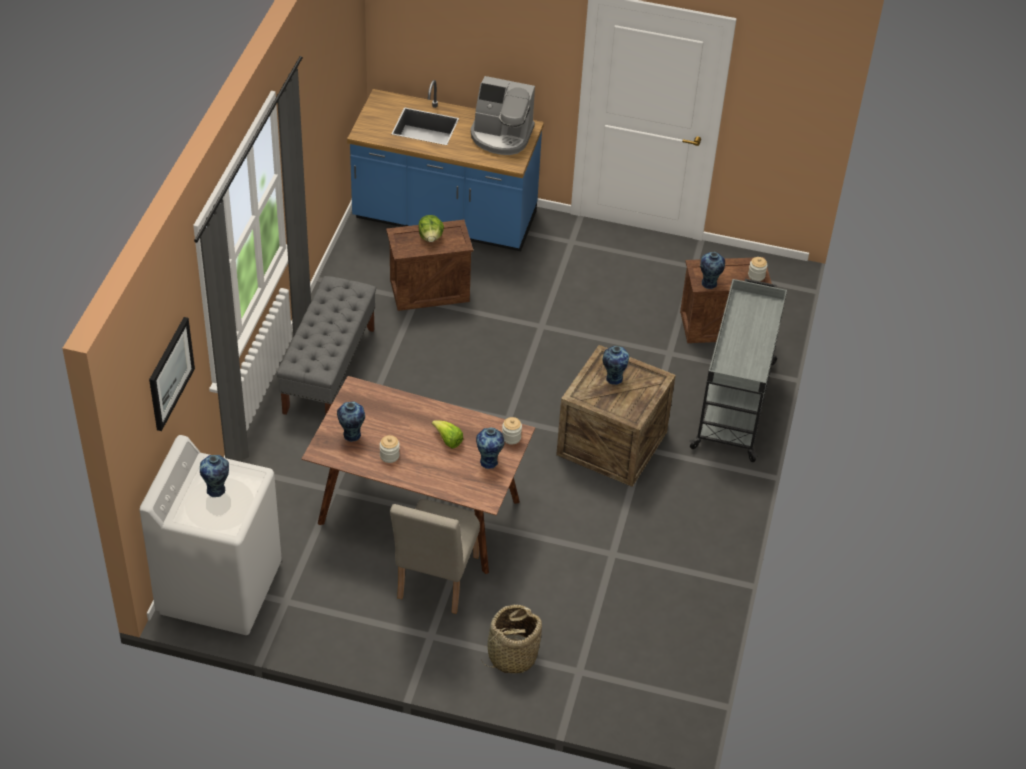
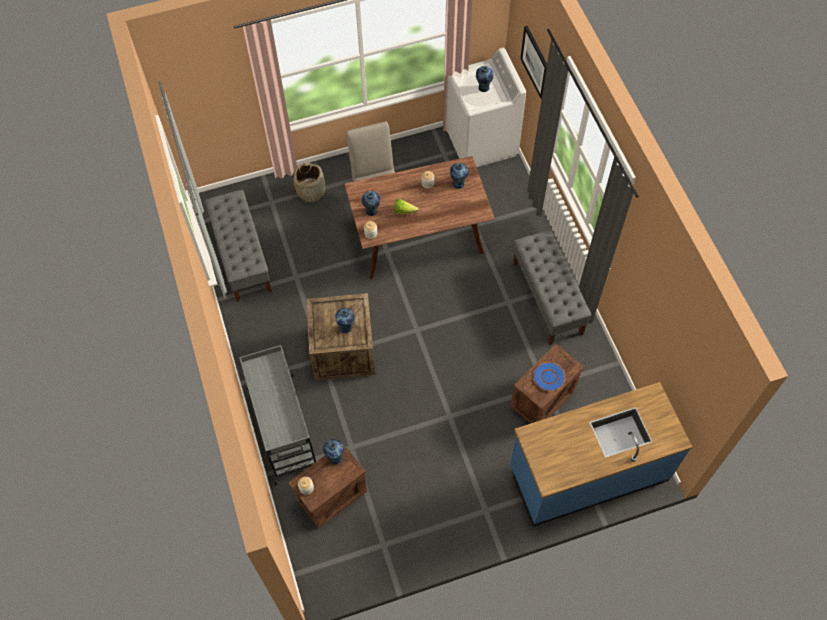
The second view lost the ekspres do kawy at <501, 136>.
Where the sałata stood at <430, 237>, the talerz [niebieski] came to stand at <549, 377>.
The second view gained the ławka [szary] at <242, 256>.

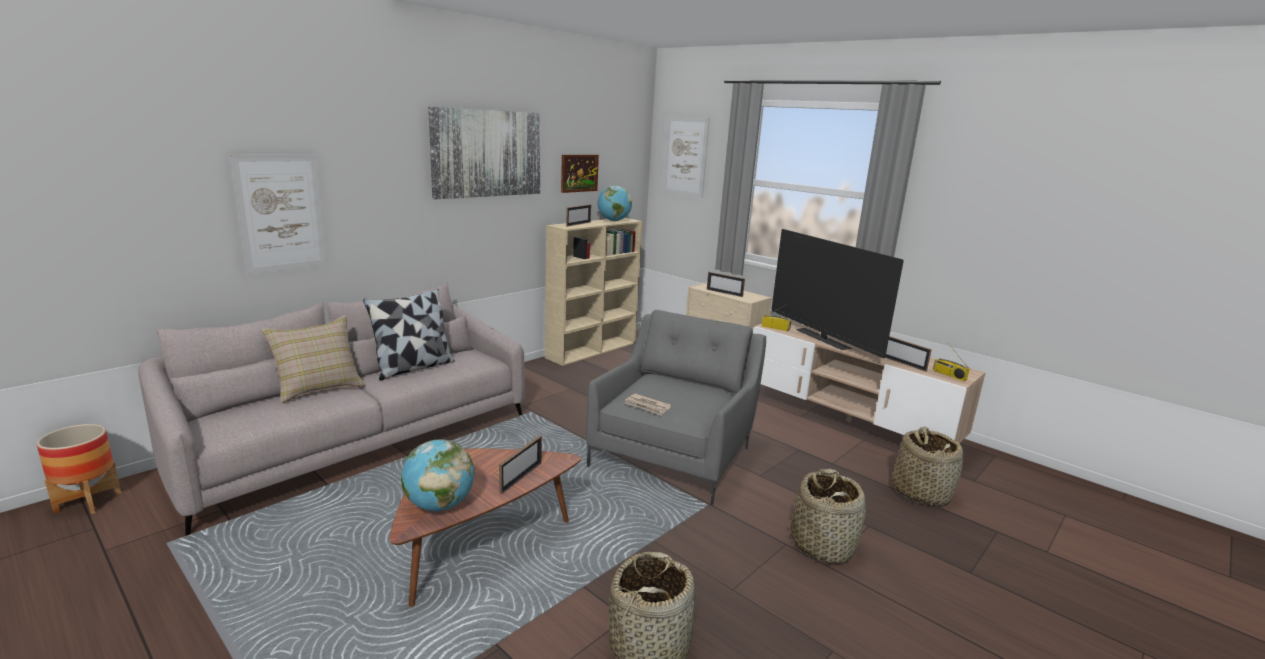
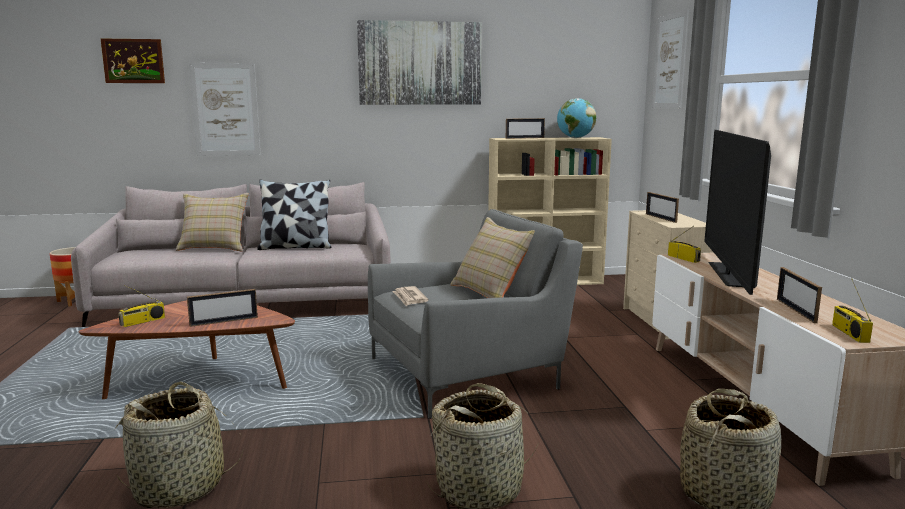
The obraz ended up elsewhere, having gone from <579, 173> to <133, 61>.
Where the globus stood at <439, 505>, the radio came to stand at <142, 322>.
The second view gained the poduszka [beżowy] at <492, 293>.

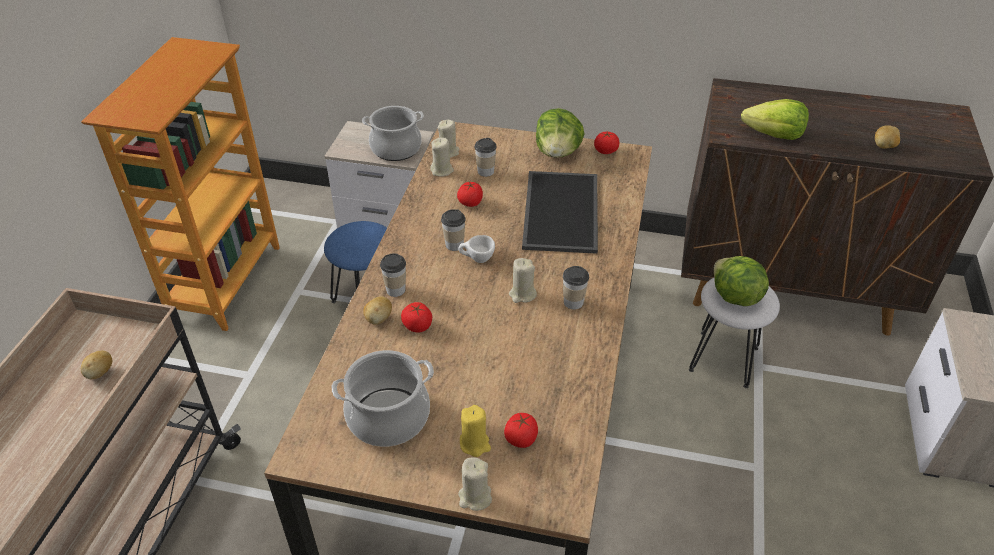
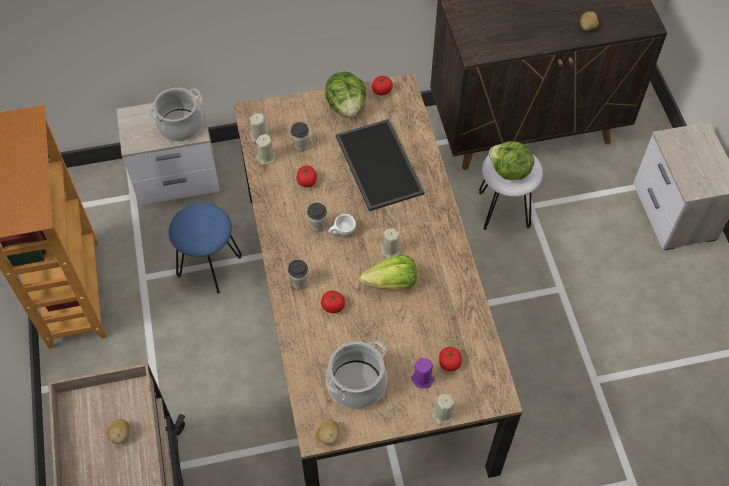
The sałata ended up elsewhere, having gone from <774, 135> to <391, 283>.
The second view lost the filiżanka at <573, 302>.
The ziemniak ended up elsewhere, having gone from <379, 319> to <328, 435>.
What was the świeca [żółty] at <475, 444> turned into the świeca [fioletowy] at <422, 379>.

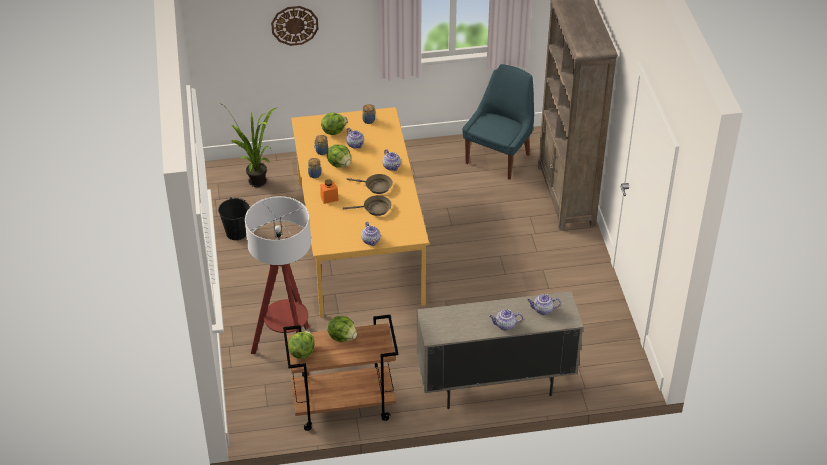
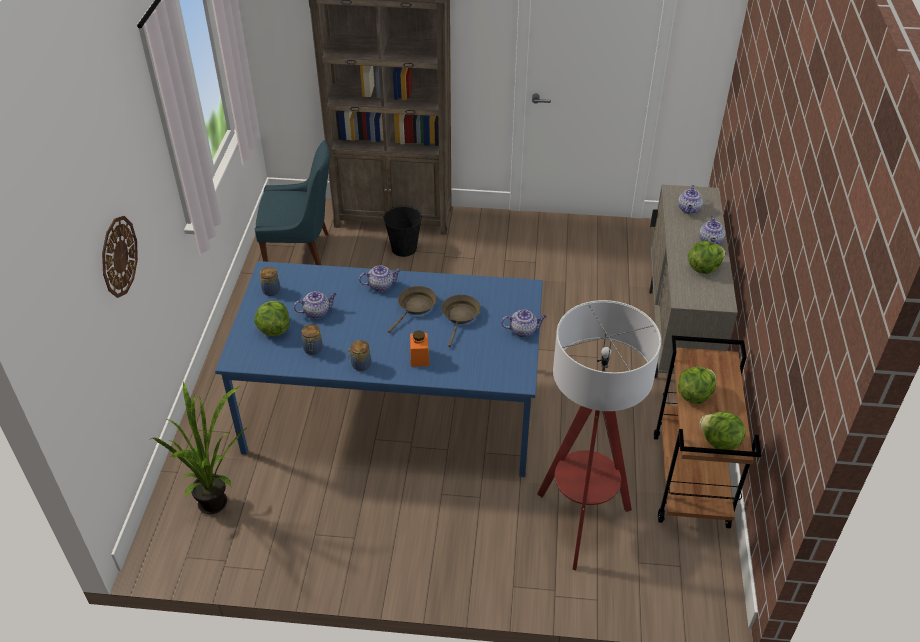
The krzesło [niebieski] at <499, 157> ended up facing another way, 135 degrees clockwise from before.
What was the stół jadalny [pomarańczowy] at <360, 241> turned into the stół jadalny [niebieski] at <393, 408>.
The sałata ended up elsewhere, having gone from <339, 164> to <703, 267>.
The wiadro [czarny] ended up elsewhere, having gone from <236, 233> to <404, 248>.

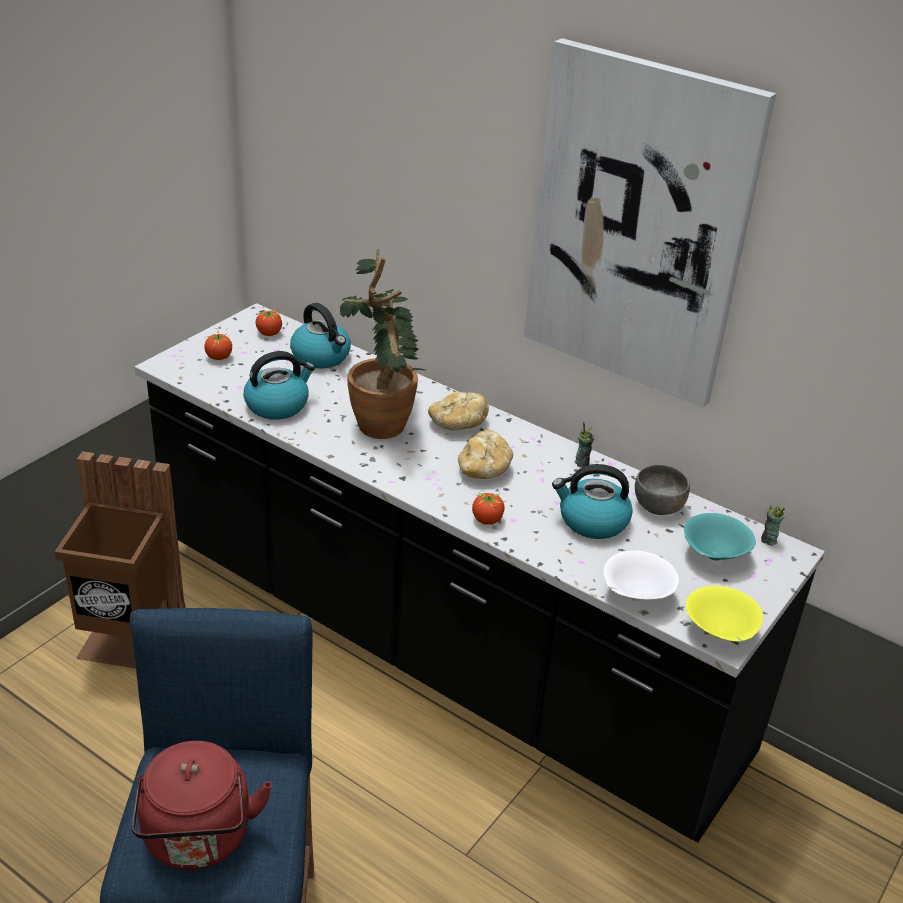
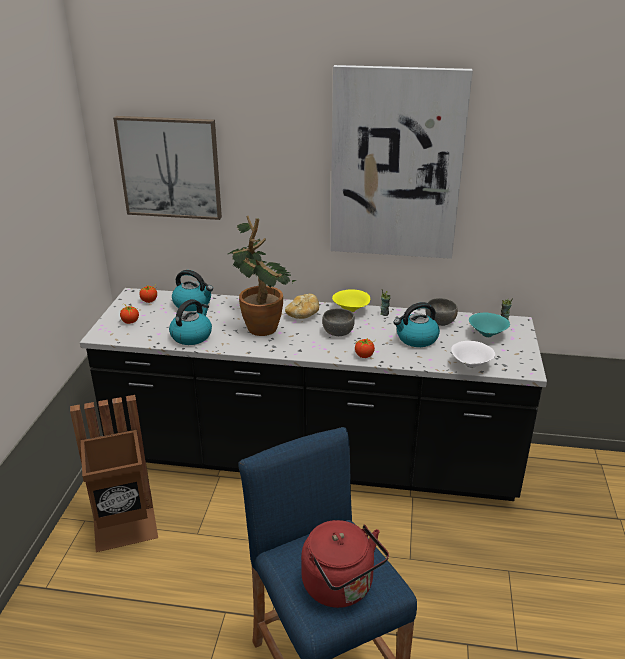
Where the chleb stood at <484, 469>, the miska [szary] came to stand at <338, 332>.
The miska [żółty] ended up elsewhere, having gone from <719, 633> to <351, 311>.
The second view gained the obraz at <170, 167>.

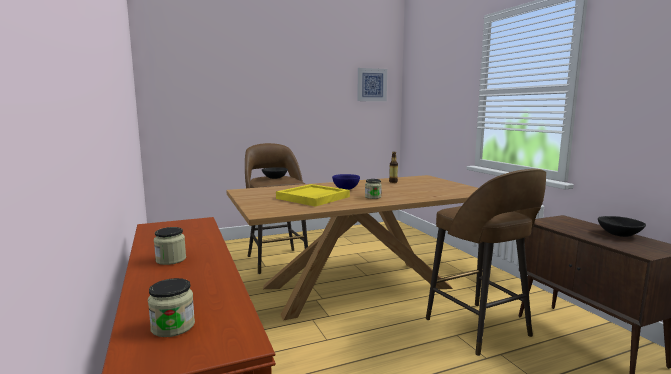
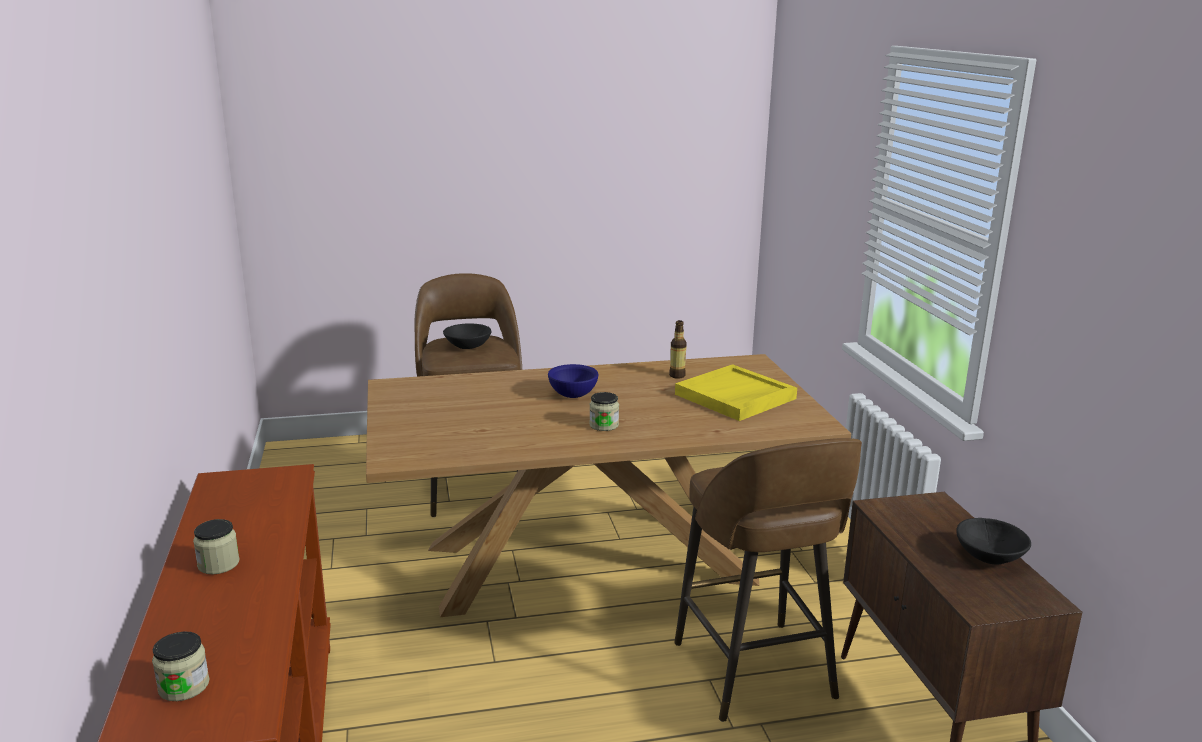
The second view lost the obraz at <371, 85>.
The taca [żółty] ended up elsewhere, having gone from <313, 198> to <735, 397>.

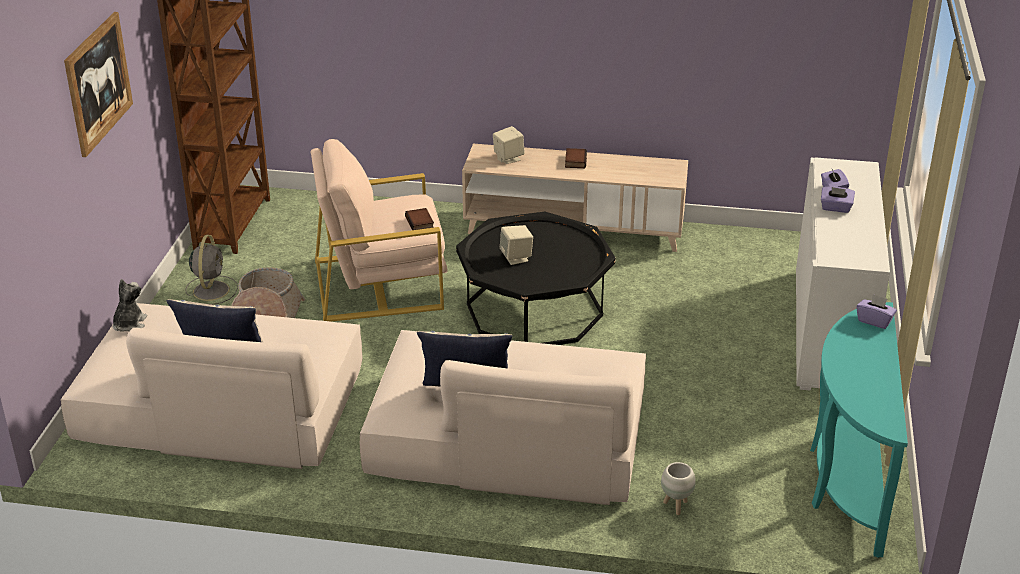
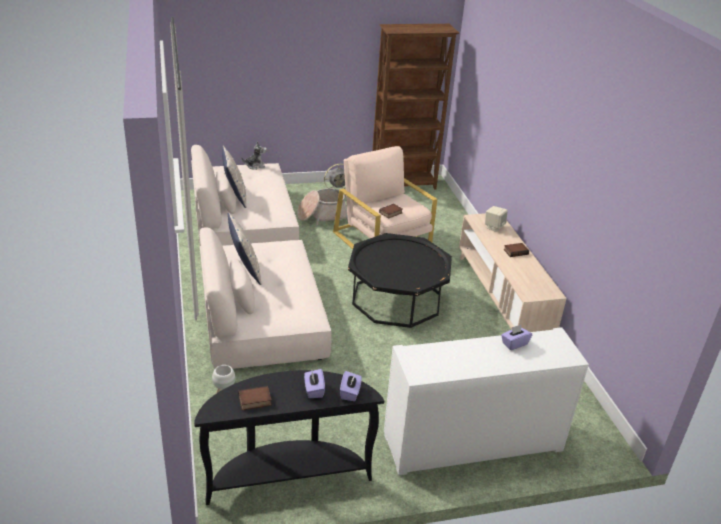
The second view lost the obraz at <98, 83>.
The pudełko chusteczek [fioletowy] ended up elsewhere, having gone from <835, 208> to <314, 390>.
The second view lost the głośnik [beżowy] at <516, 258>.
What was the stolik konsolowy [turkusowy] at <846, 480> turned into the stolik konsolowy [czarny] at <287, 475>.
The second view gained the książka at <254, 401>.

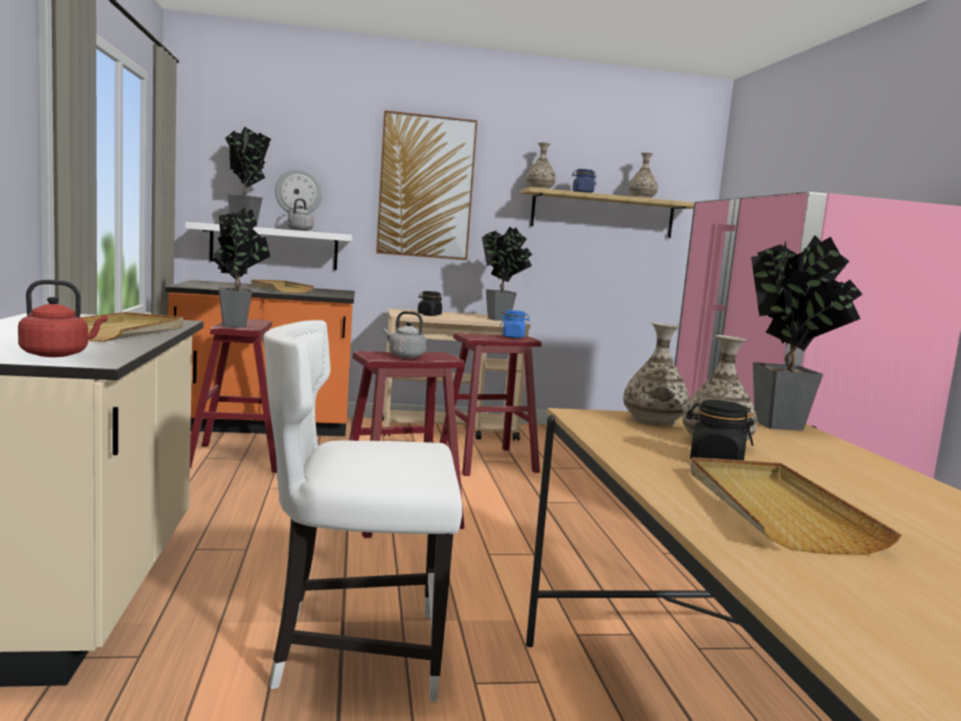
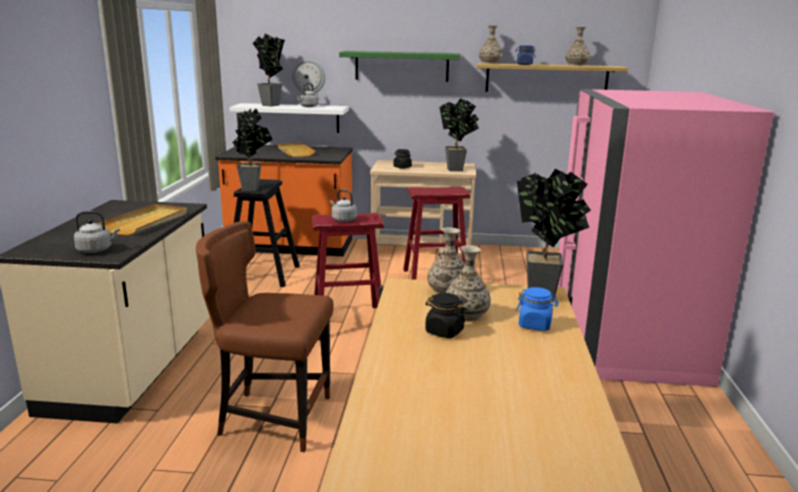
Where the obraz hung at <426, 187>, the półka [zielony] came to hang at <401, 66>.
What was the czajnik [czerwony] at <58, 354> turned into the czajnik [szary] at <96, 250>.
The słoik [niebieski] ended up elsewhere, having gone from <513, 337> to <535, 325>.
What was the stołek [czerwony] at <239, 458> turned into the stołek [czarny] at <263, 274>.
What was the krzesło [biały] at <354, 652> turned into the krzesło [brązowy] at <273, 417>.
The second view lost the taca [beżowy] at <774, 509>.

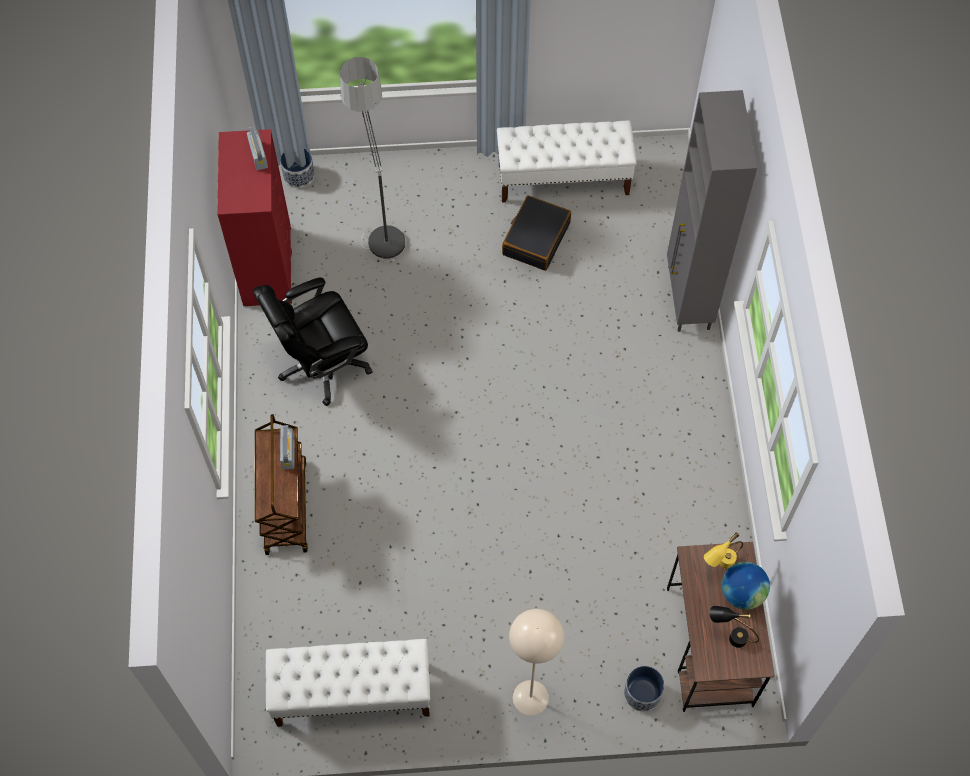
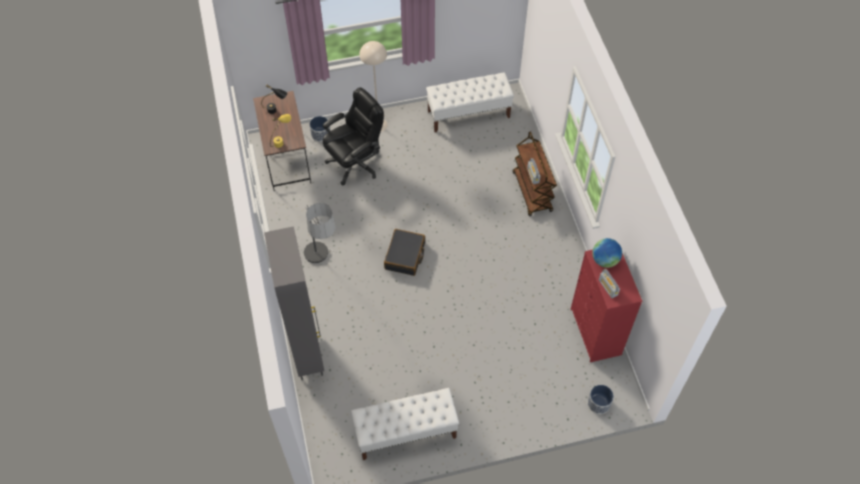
The lampa stojąca ended up elsewhere, having gone from <378, 219> to <324, 268>.
The walizka [czarny] ended up elsewhere, having gone from <535, 239> to <405, 256>.
The krzesło biurowe [czarny] ended up elsewhere, having gone from <322, 364> to <355, 163>.
The globus ended up elsewhere, having gone from <742, 593> to <605, 260>.

